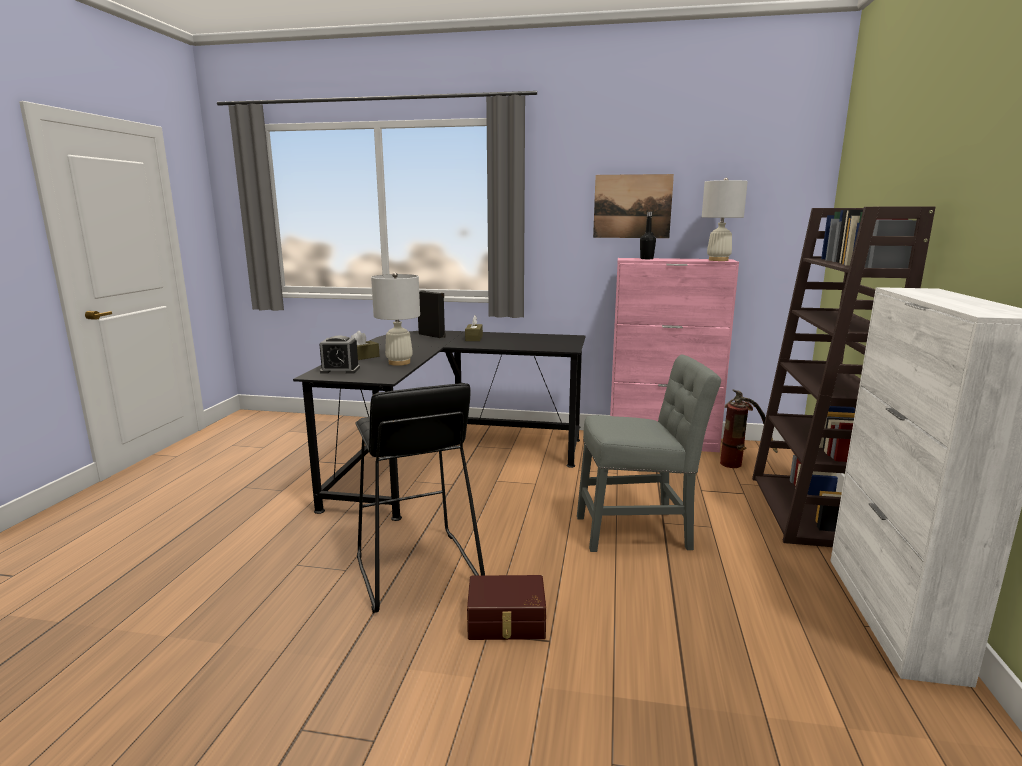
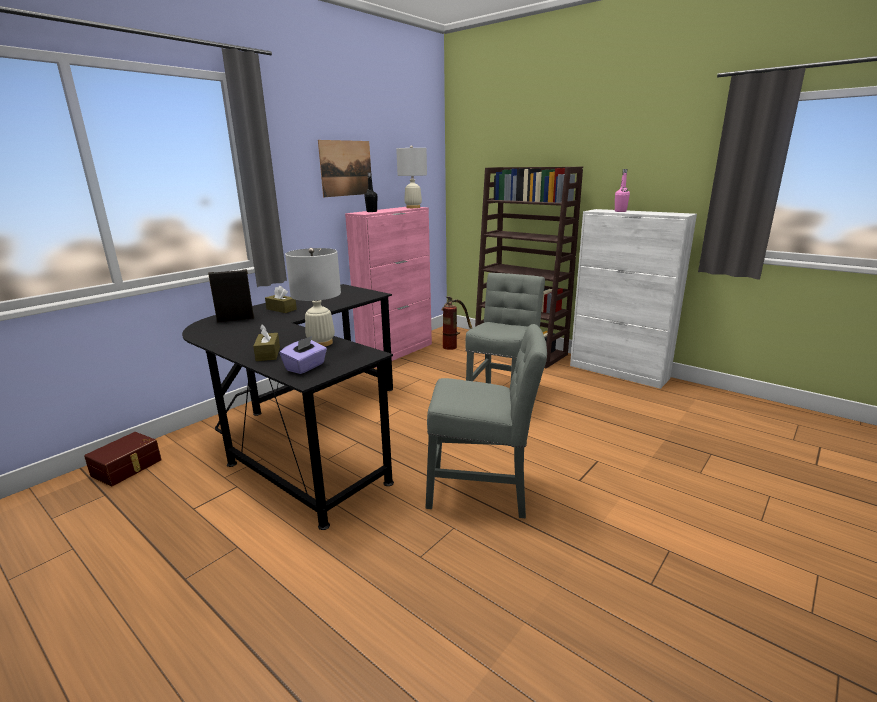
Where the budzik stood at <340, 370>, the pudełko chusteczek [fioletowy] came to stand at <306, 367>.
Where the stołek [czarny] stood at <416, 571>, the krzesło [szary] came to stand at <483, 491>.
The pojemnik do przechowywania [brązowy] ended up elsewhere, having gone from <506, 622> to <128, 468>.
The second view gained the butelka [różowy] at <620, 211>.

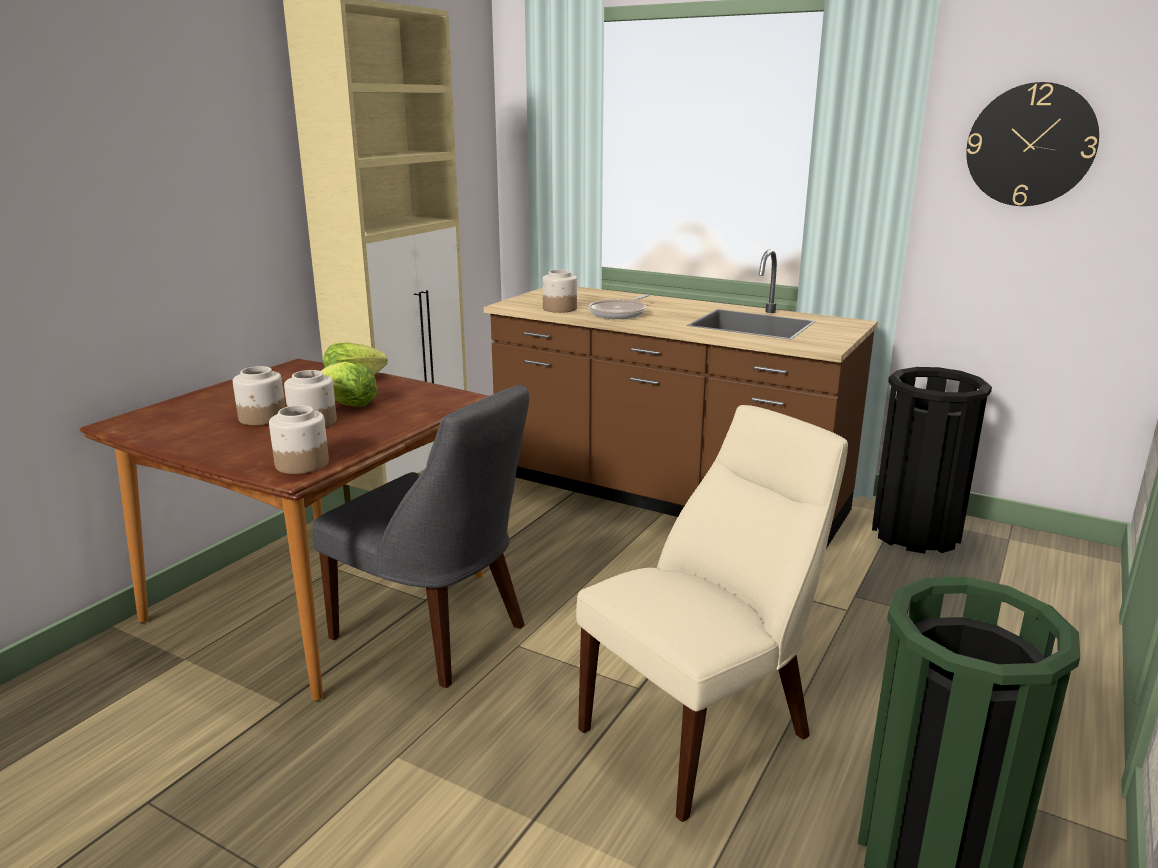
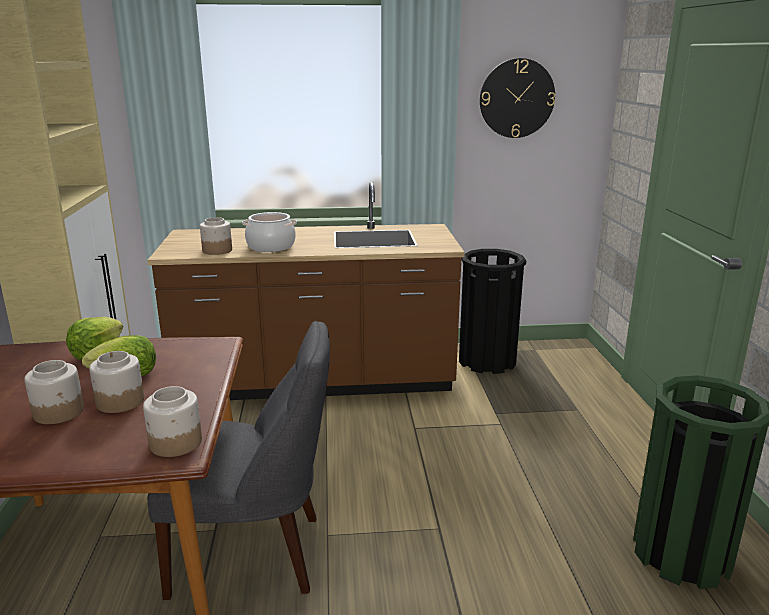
Where the patelnia stood at <620, 313>, the garnek came to stand at <271, 246>.
The second view lost the krzesło [beżowy] at <703, 729>.

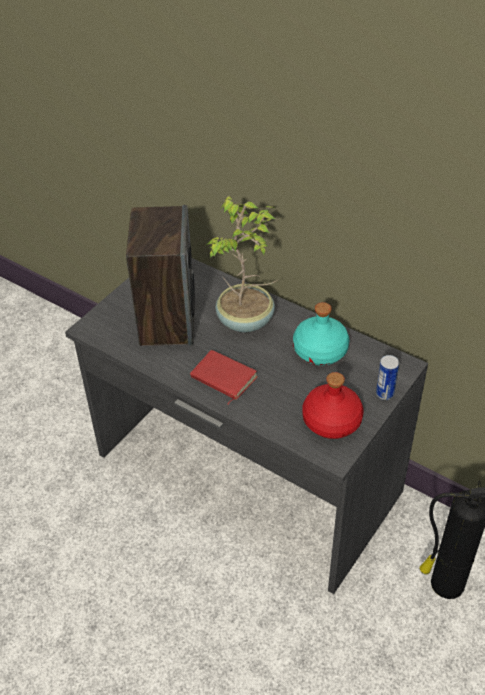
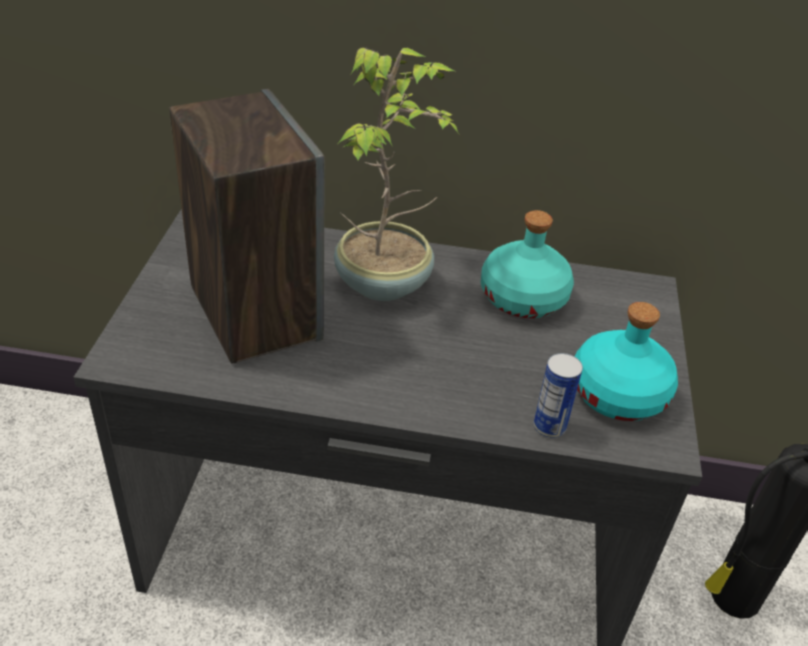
The second view lost the książka [czerwony] at <222, 378>.
The puszka ended up elsewhere, having gone from <384, 394> to <549, 427>.
What was the butelka [czerwony] at <332, 421> turned into the butelka [turkusowy] at <619, 393>.

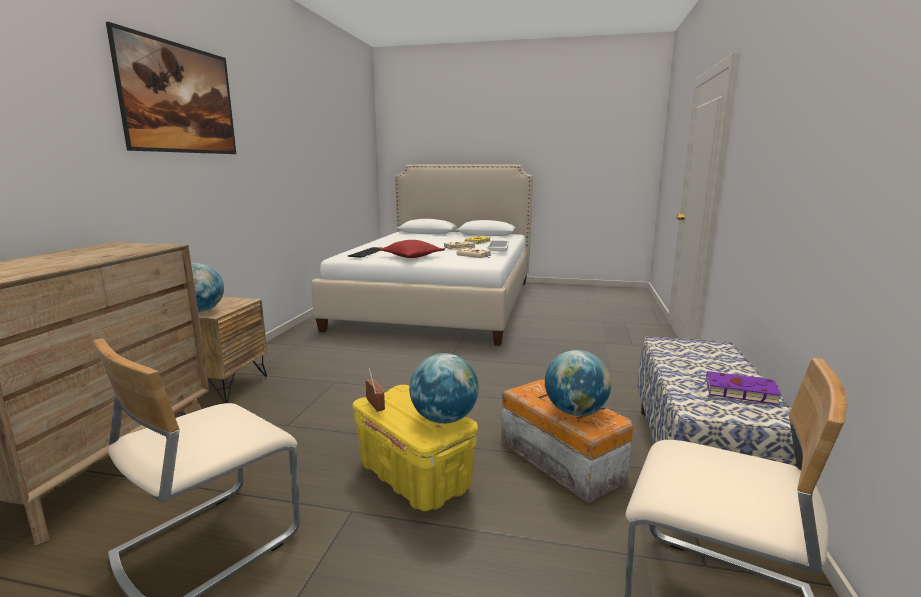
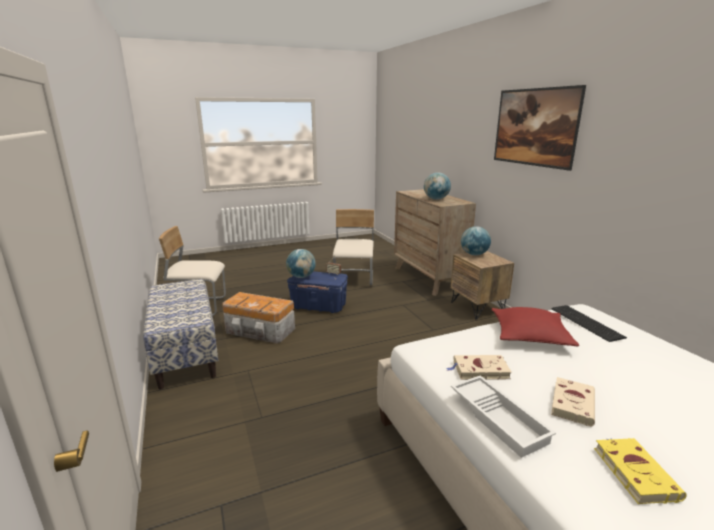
The globus ended up elsewhere, having gone from <575, 412> to <436, 199>.
The second view lost the książka [fioletowy] at <738, 391>.
What was the pojemnik do przechowywania [żółty] at <415, 477> turned into the pojemnik do przechowywania [niebieski] at <318, 306>.

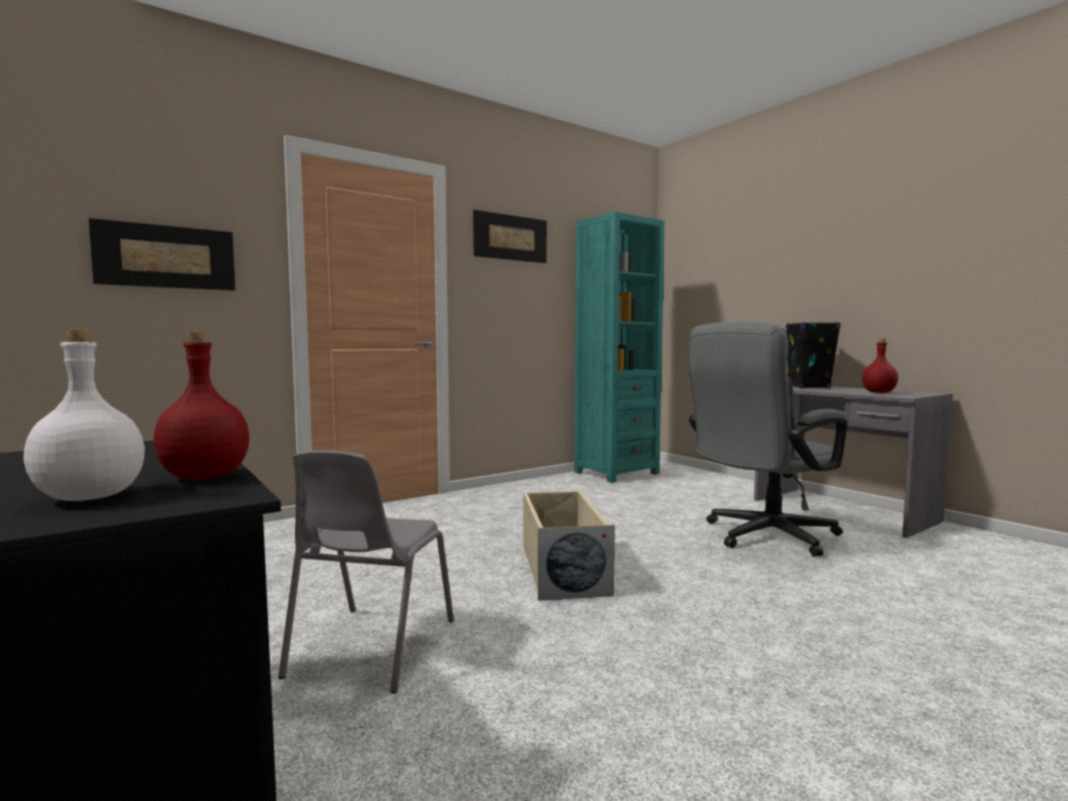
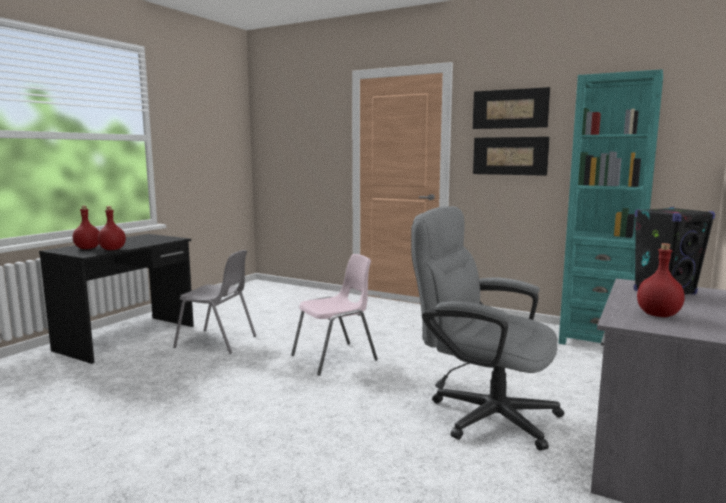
The obraz ended up elsewhere, having gone from <166, 256> to <510, 156>.
What was the butelka [biały] at <92, 497> turned into the butelka [czerwony] at <88, 248>.
The krzesło [szary] at <370, 648> ended up facing another way, 150 degrees counterclockwise from before.
Where the pojemnik do przechowywania [beżowy] stood at <562, 568>, the krzesło [różowy] came to stand at <336, 358>.

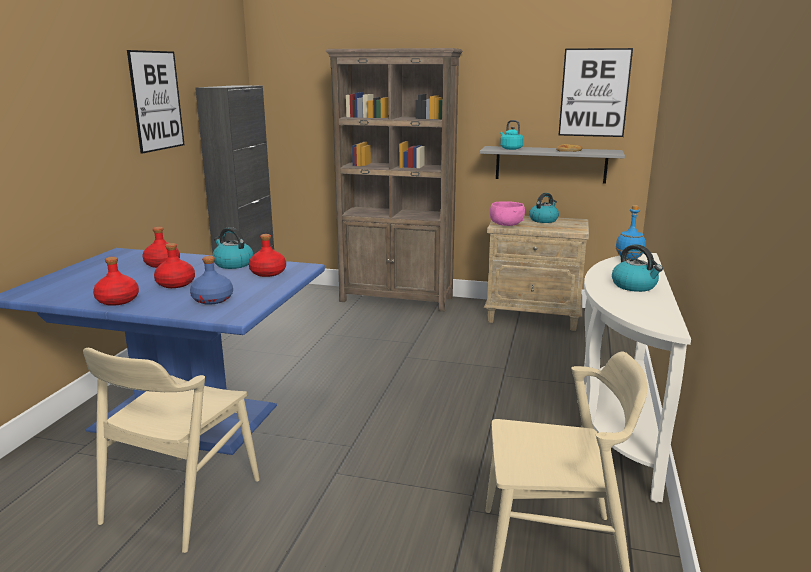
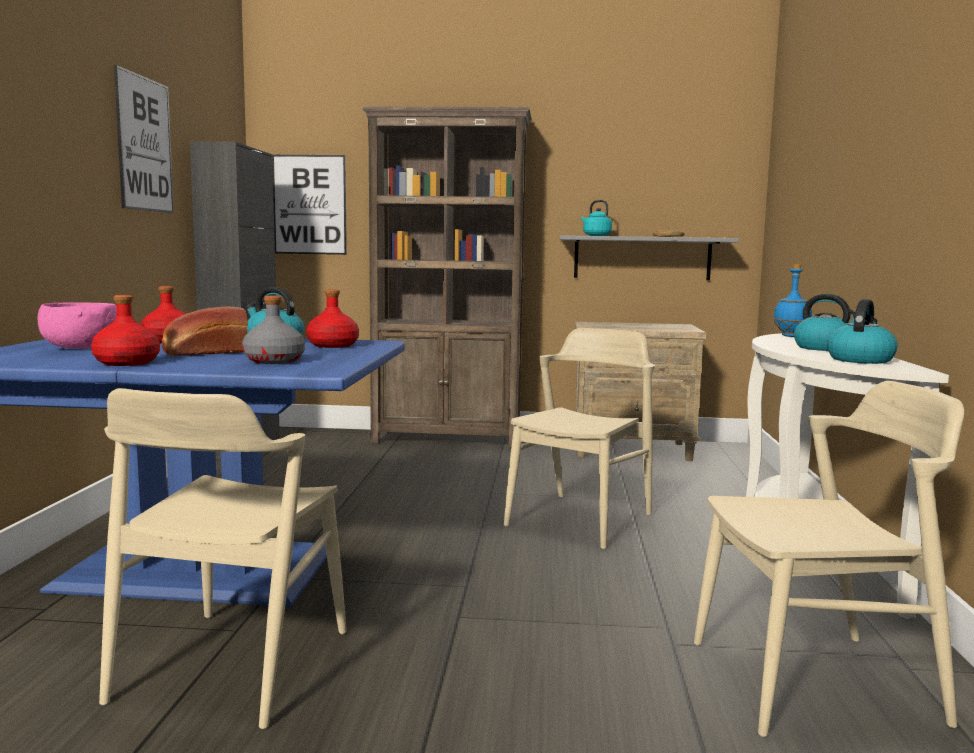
The obraz ended up elsewhere, having gone from <594, 93> to <309, 205>.
The czajnik ended up elsewhere, having gone from <543, 220> to <860, 360>.
The miska [różowy] ended up elsewhere, having gone from <506, 225> to <80, 348>.
Where the butelka [czerwony] stood at <175, 284>, the chleb came to stand at <204, 352>.
What was the butelka [niebieski] at <212, 300> turned into the butelka [szary] at <274, 361>.
The second view gained the krzesło [beżowy] at <580, 520>.

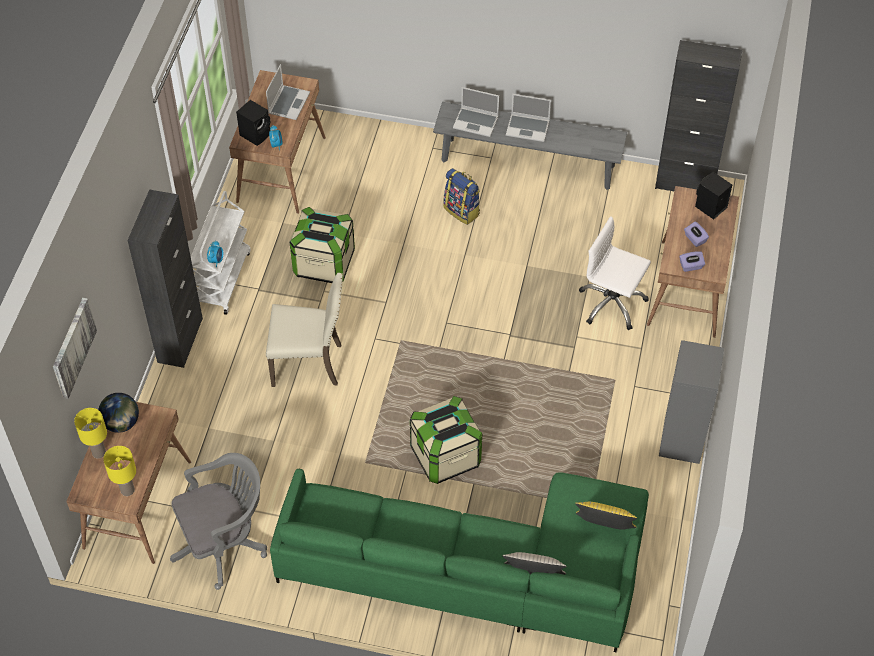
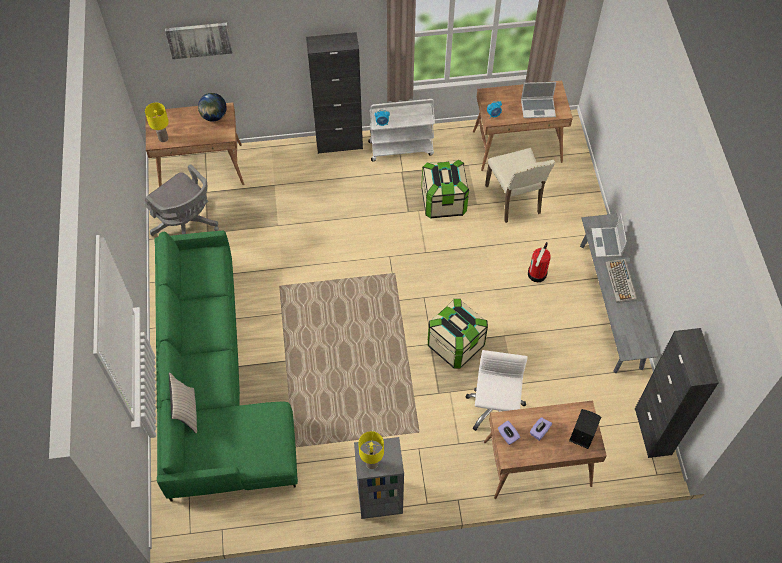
Where the laptop stood at <528, 128>, the klawiatura came to stand at <621, 281>.
The second view lost the głośnik [czarny] at <256, 134>.
Where the plecak stood at <462, 211>, the gaśnica came to stand at <537, 274>.
The krzesło [beżowy] ended up elsewhere, having gone from <309, 363> to <514, 200>.
The pojemnik do przechowywania ended up elsewhere, having gone from <445, 456> to <455, 344>.
The lampa stołowa [żółty] ended up elsewhere, having gone from <99, 453> to <371, 463>.
The second view lost the poduszka [żółty] at <603, 529>.

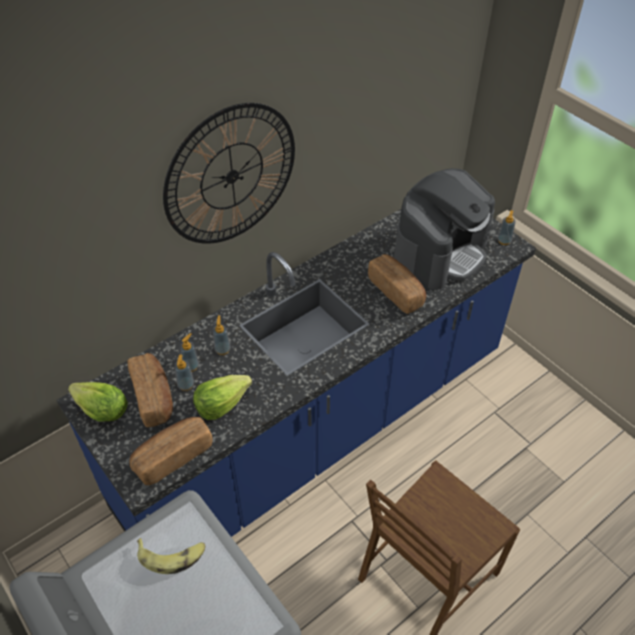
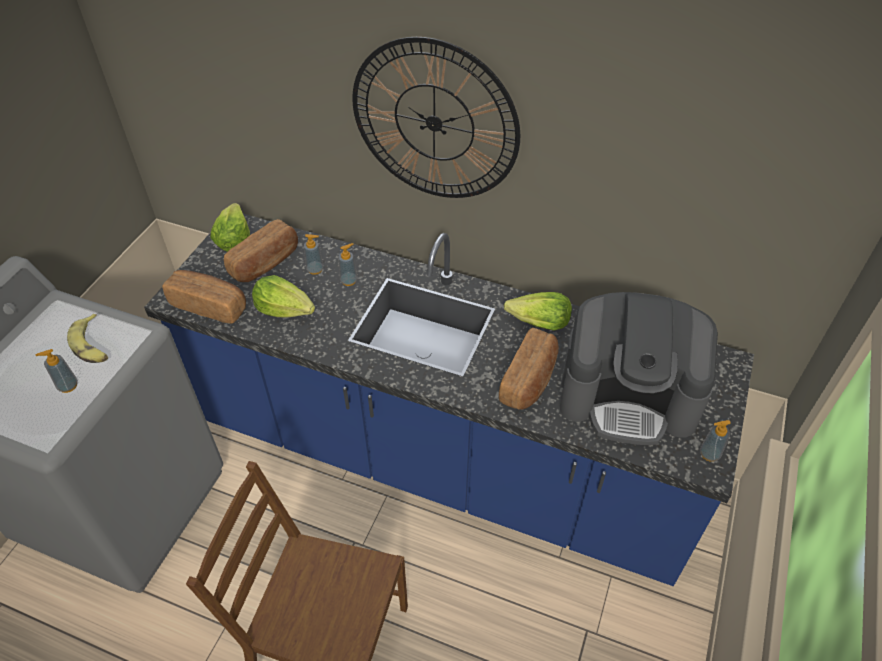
The dozownik mydła ended up elsewhere, having gone from <186, 385> to <68, 386>.
The second view gained the sałata at <539, 323>.

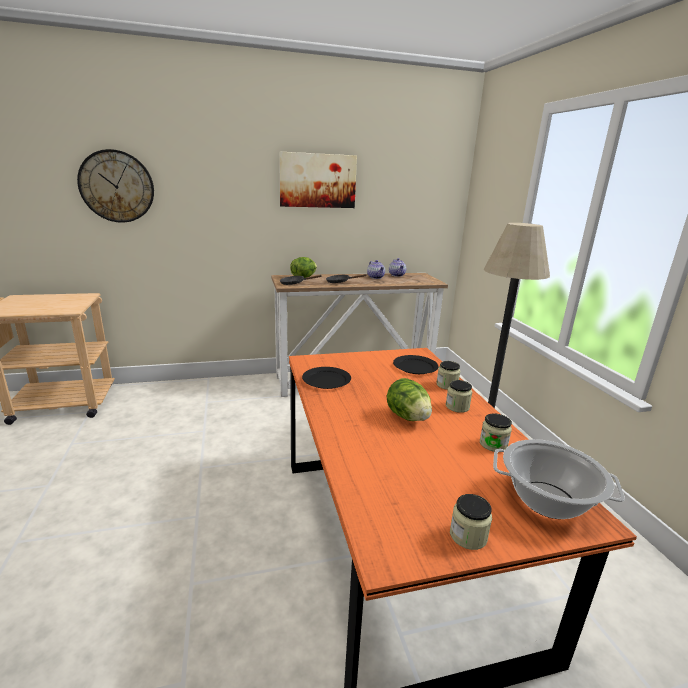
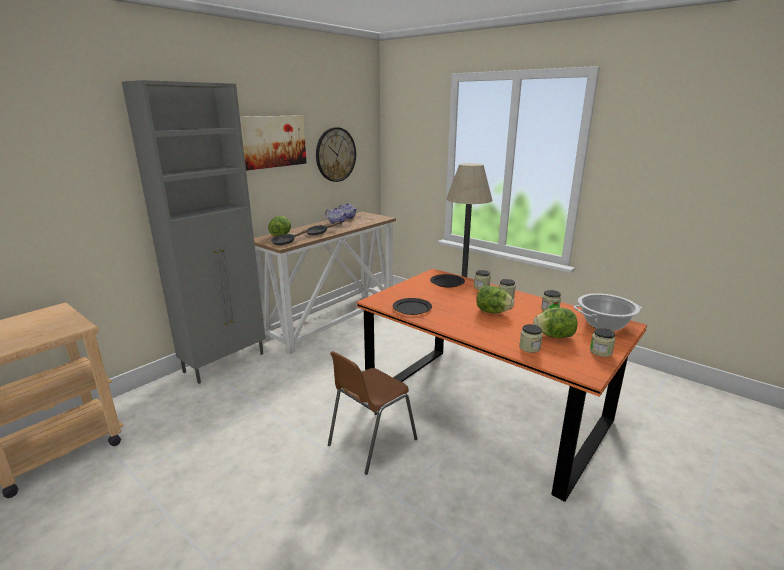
The zegar ścienny ended up elsewhere, having gone from <117, 186> to <335, 154>.
The second view gained the szafka [szary] at <226, 362>.
The second view gained the sałata at <554, 336>.
The second view gained the słoik at <529, 348>.
The second view gained the krzesło [brązowy] at <371, 442>.

